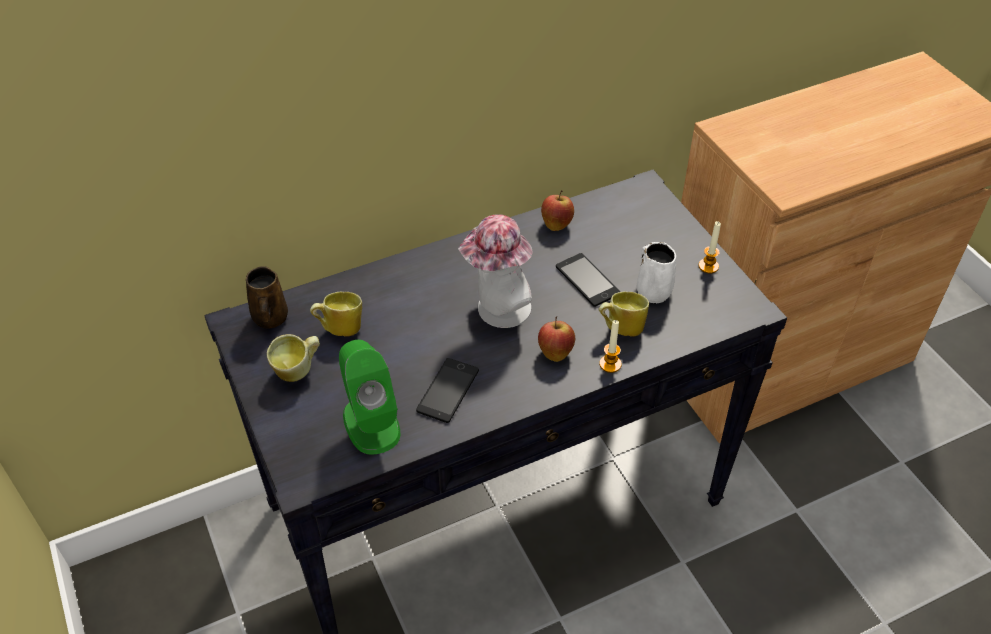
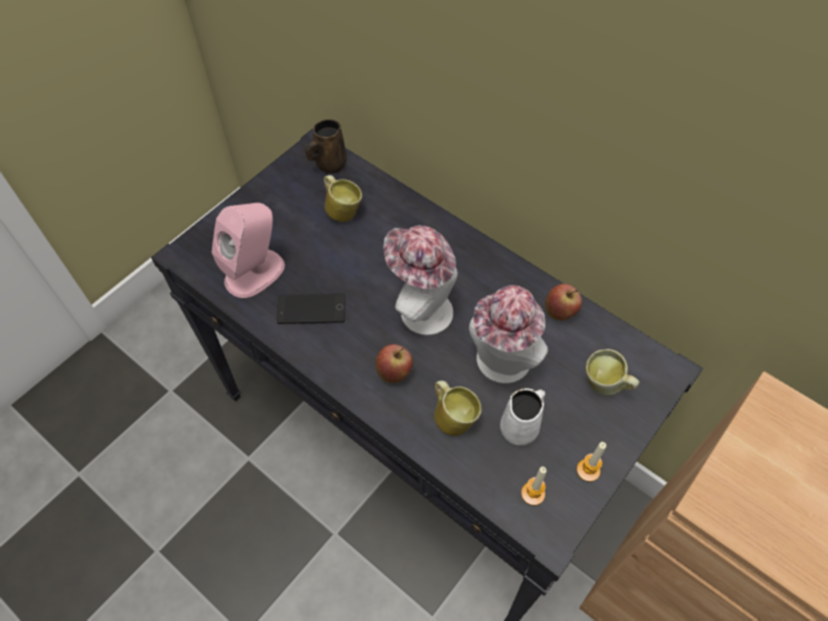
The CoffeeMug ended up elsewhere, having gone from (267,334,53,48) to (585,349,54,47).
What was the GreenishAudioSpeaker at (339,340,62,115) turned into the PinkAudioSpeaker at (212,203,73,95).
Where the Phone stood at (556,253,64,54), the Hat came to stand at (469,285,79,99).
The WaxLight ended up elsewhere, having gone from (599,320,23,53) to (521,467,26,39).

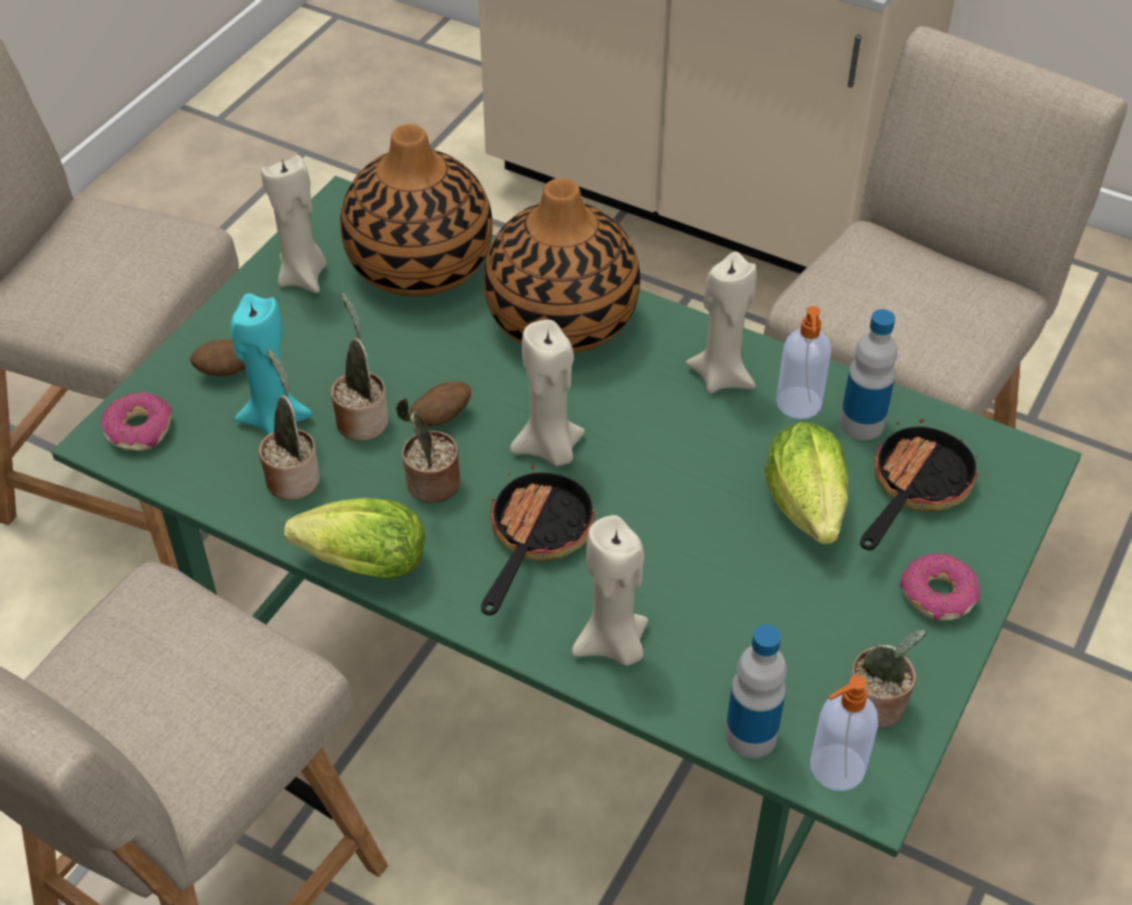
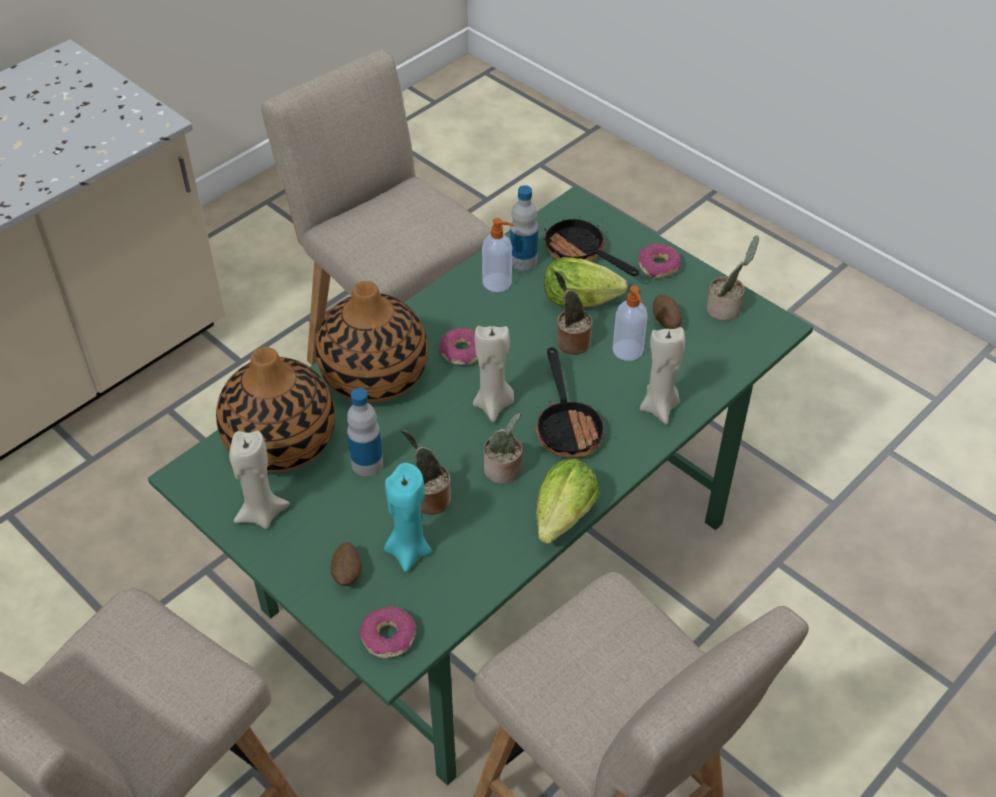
The PlantInAPot ended up elsewhere, having gone from (259,349,61,151) to (554,271,39,84).
The Spud ended up elsewhere, having gone from (410,382,61,44) to (653,295,29,34).
The FryingPan at (481,455,114,160) ended up facing another way, 135 degrees counterclockwise from before.
The second view lost the BeigeColouredWaxLight at (686,252,71,142).
The BeverageBottle ended up elsewhere, having gone from (725,624,62,134) to (347,388,36,88).
The LiquidSoapBottle ended up elsewhere, having gone from (810,675,68,116) to (613,285,35,76).
The second view gained the Donut at (439,328,39,37).

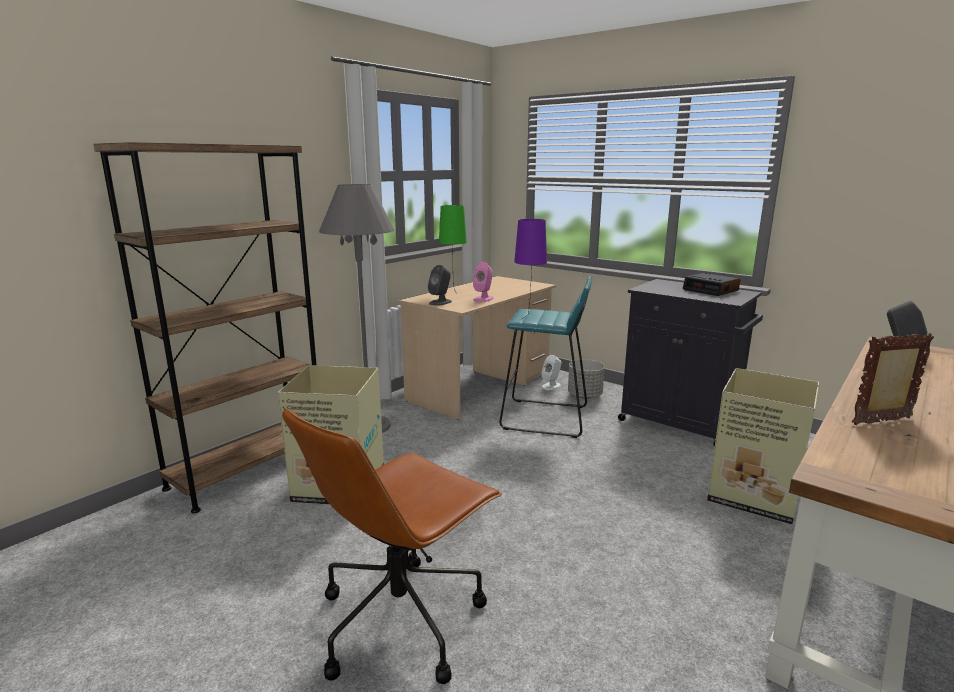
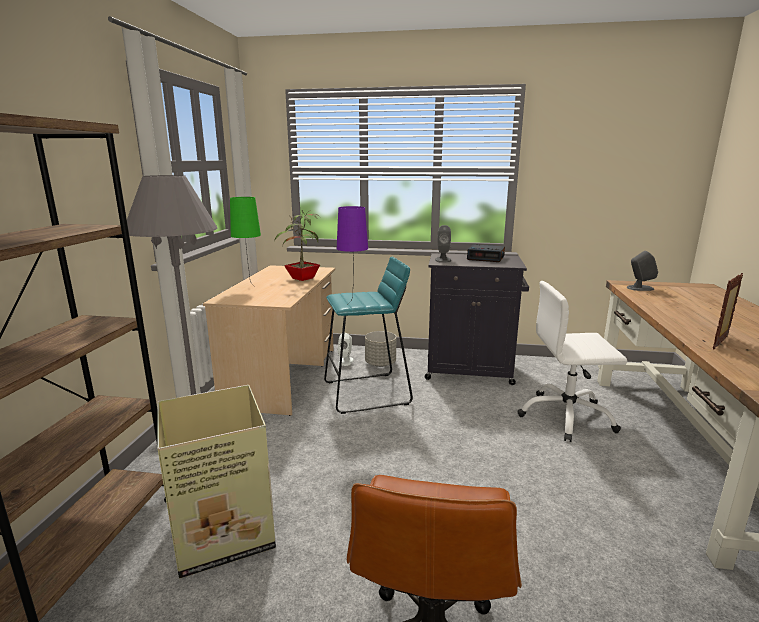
The GrayAudioSpeaker ended up elsewhere, having gone from (428,265,24,41) to (435,225,16,38).
The second view lost the PinkAudioSpeaker at (473,262,20,40).
Where the Carton stood at (707,368,112,157), the WhiteColouredOfficeChair came to stand at (517,281,110,161).
The second view gained the PlantInAPot at (274,210,46,71).

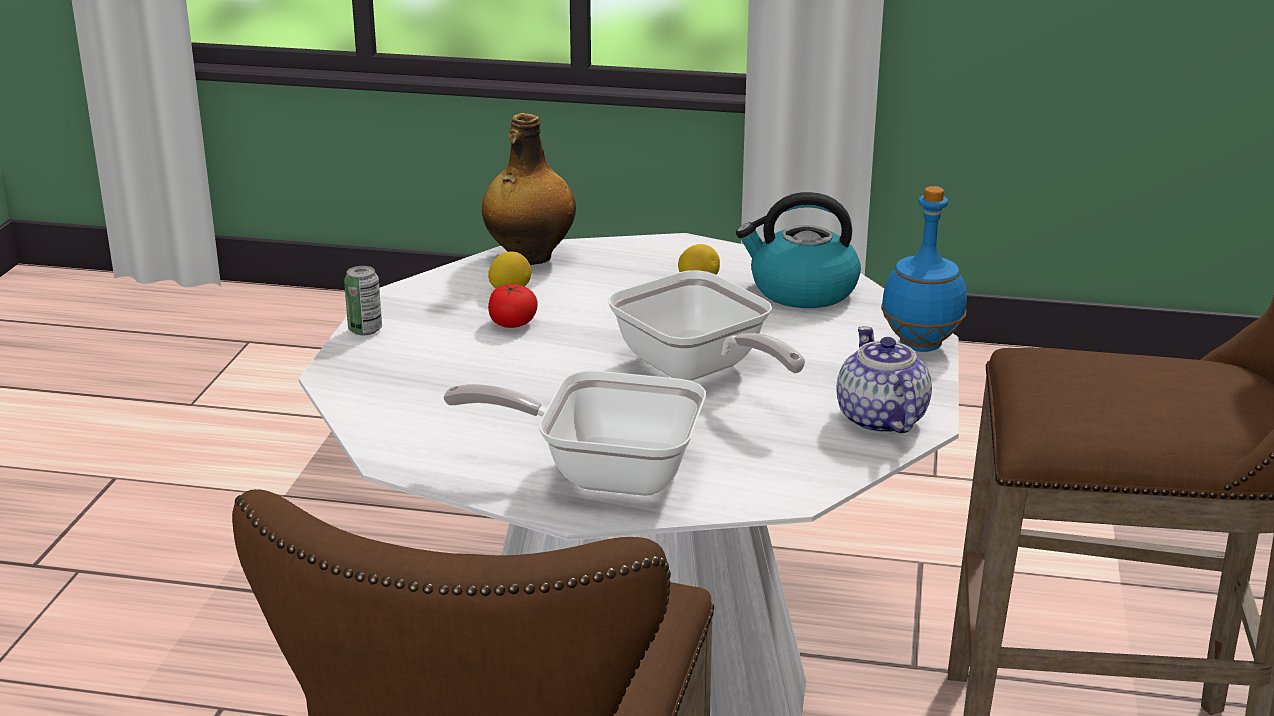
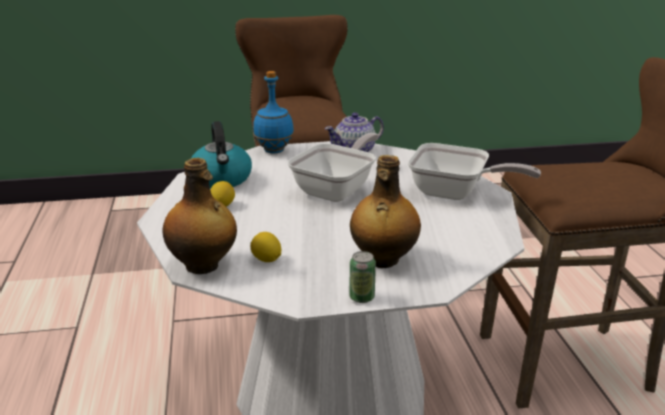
The FryingPan at (443,371,263,125) ended up facing another way, 60 degrees counterclockwise from before.
The second view lost the Tomato at (488,284,49,44).
The second view gained the BeverageBottle at (350,155,71,113).

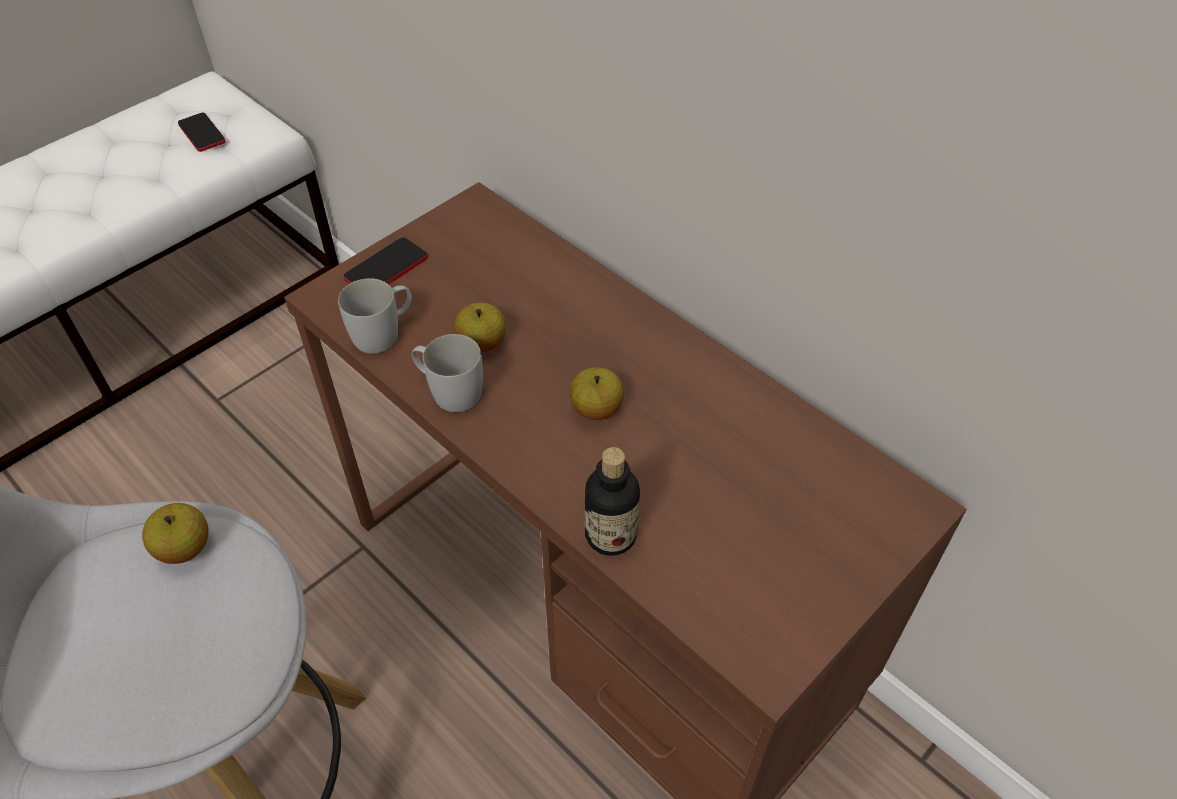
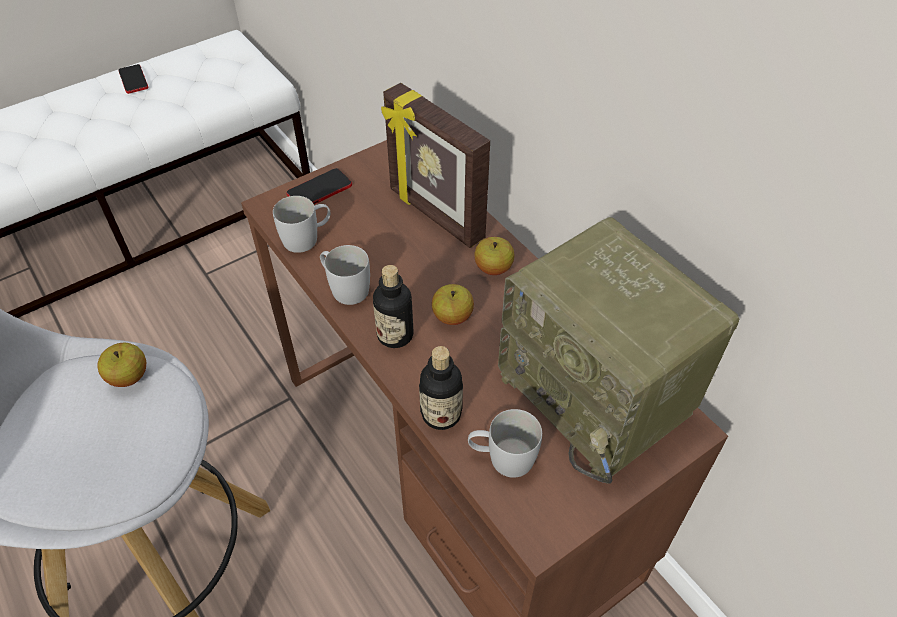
The Phone ended up elsewhere, having gone from (178,112,48,40) to (119,64,29,30).
The AppleFruit ended up elsewhere, having gone from (454,302,52,50) to (474,237,40,38).
The second view gained the BeverageBottle at (373,265,40,83).
The second view gained the StandingFrame at (381,83,109,165).
The second view gained the WhiteColouredCoffeeMug at (468,409,74,69).
The second view gained the Radio at (498,217,241,267).

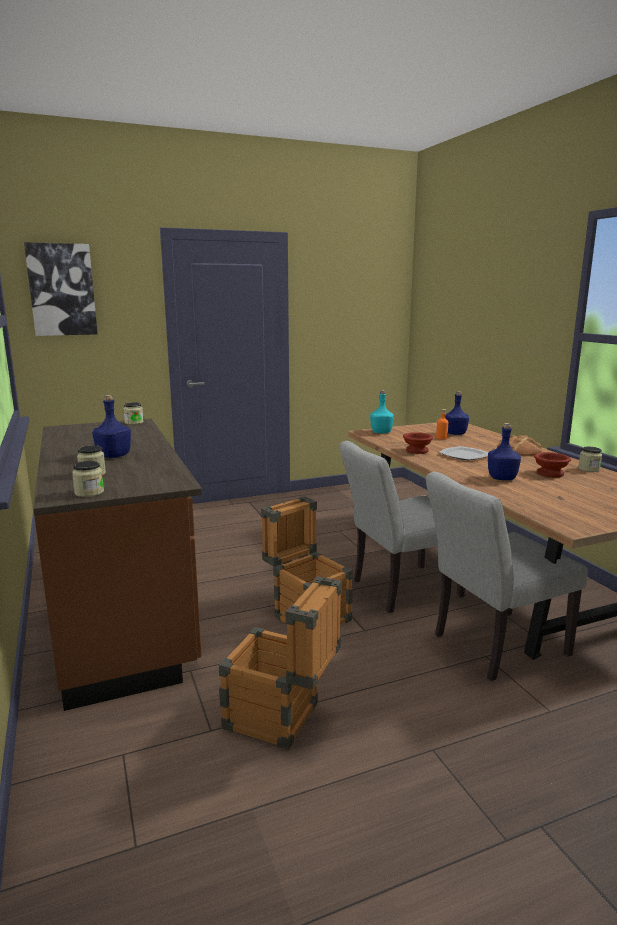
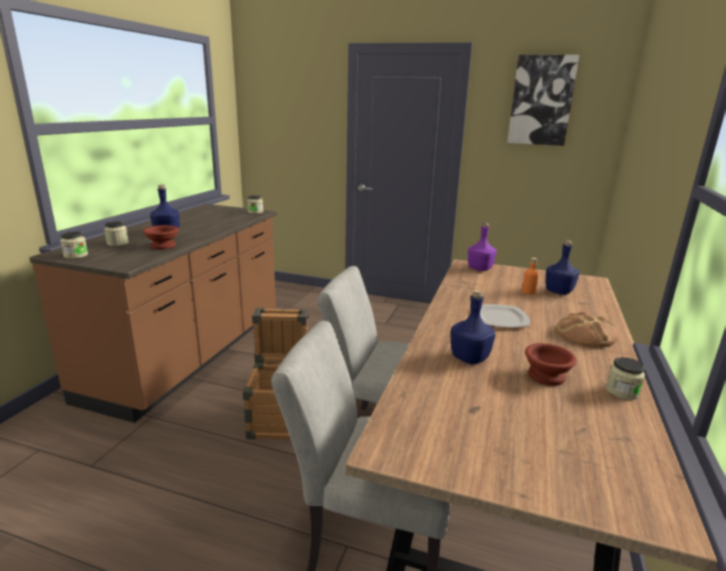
The Picture ended up elsewhere, having gone from (24,242,74,94) to (507,55,72,91).
The second view lost the ShippingCrate at (219,576,123,174).
What was the TurquoiseColouredBeverageBottle at (370,390,24,43) turned into the PurpleColouredBeverageBottle at (468,223,29,48).
The BrownDeepDish ended up elsewhere, having gone from (403,432,30,22) to (143,225,36,25).

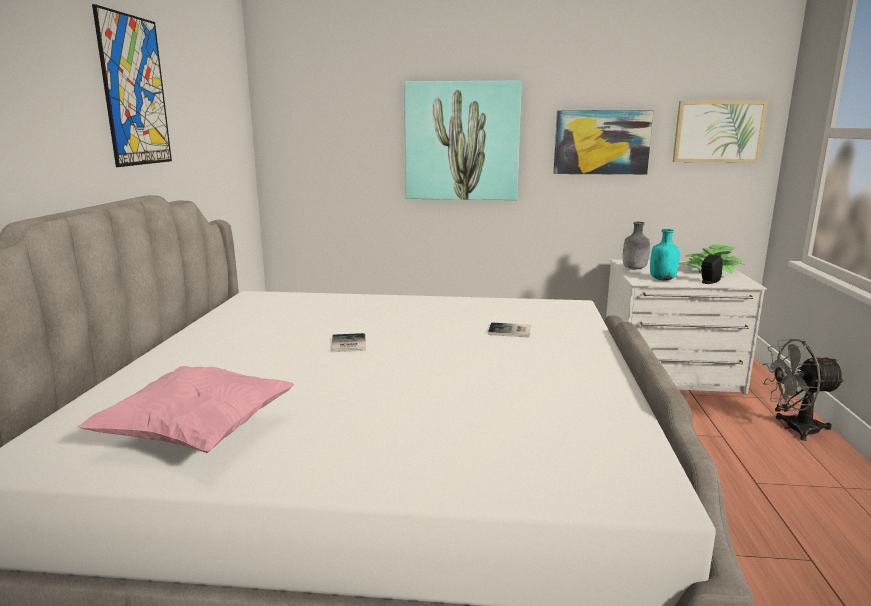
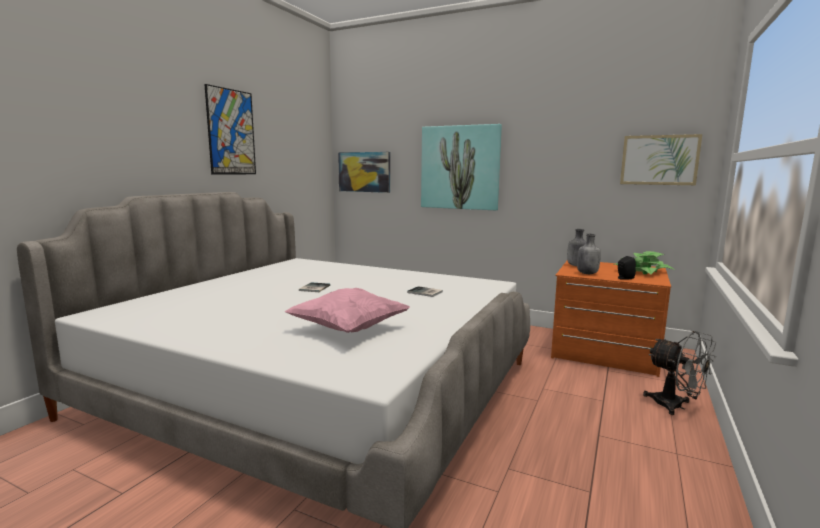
The PinkPillow ended up elsewhere, having gone from (77,366,217,87) to (284,288,126,45).
The Picture ended up elsewhere, having gone from (554,110,99,65) to (338,152,52,41).
What was the WhiteColouredDresser at (606,259,161,135) turned into the OrangeyDresser at (551,261,120,116).
What was the TurquoiseColouredBeverageBottle at (650,229,30,51) turned into the GrayBeverageBottle at (577,234,24,40).
The GrayElectricFan at (762,339,84,102) ended up facing another way, 150 degrees counterclockwise from before.

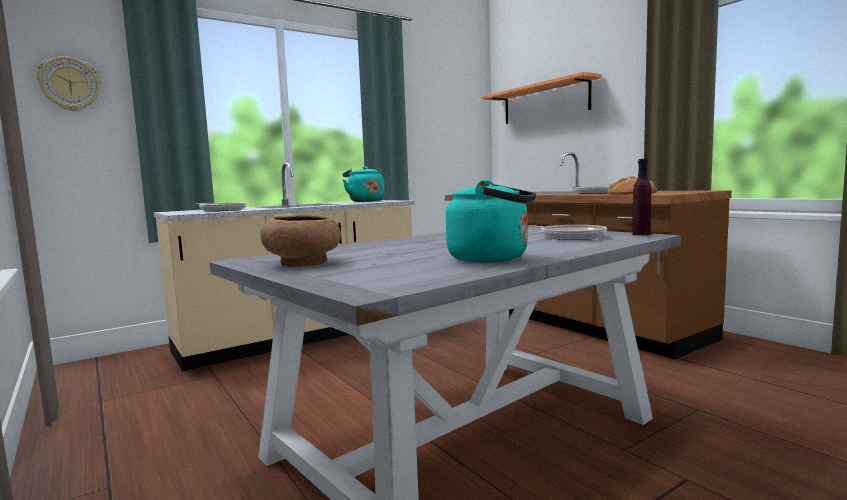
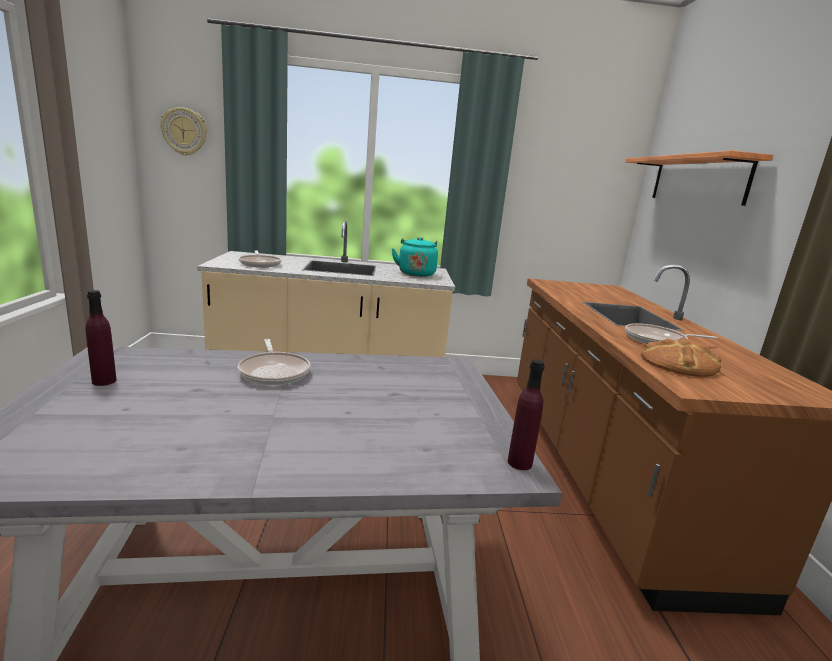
Where the BrownDeepDish stood at (261,215,80,52), the PurpleColouredBeverageBottle came to stand at (85,290,31,96).
The second view lost the TurquoiseColouredTeaKettle at (446,180,90,83).
The FryingPan ended up elsewhere, having gone from (527,225,80,15) to (238,339,73,46).

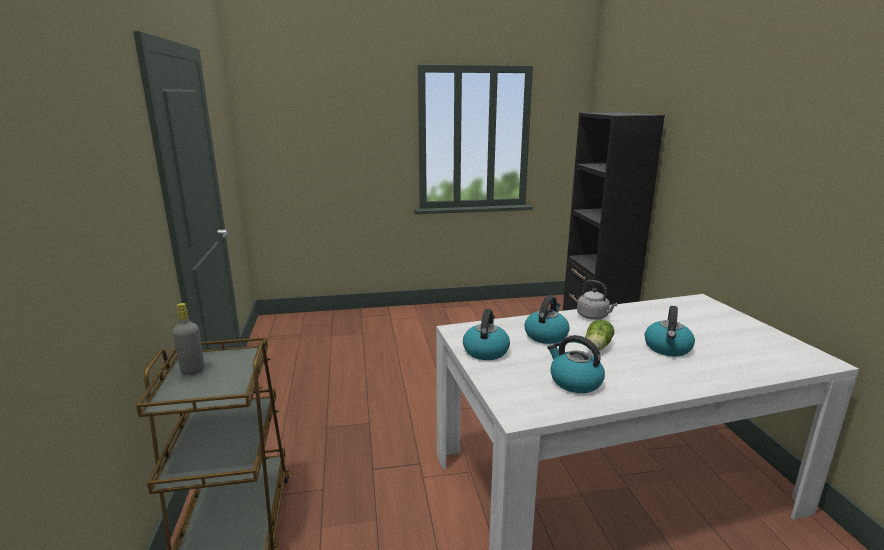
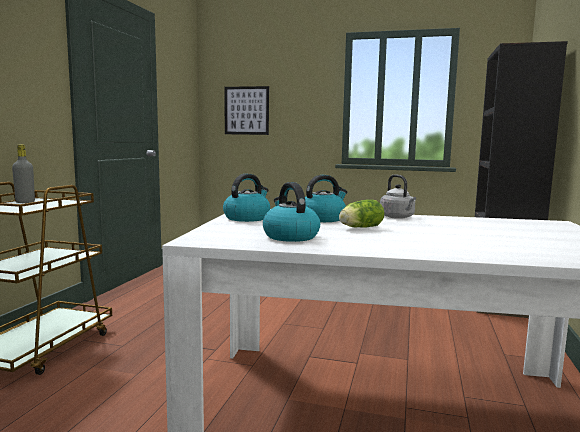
The second view lost the TeaKettle at (644,306,51,50).
The second view gained the Picture at (224,86,45,49).

